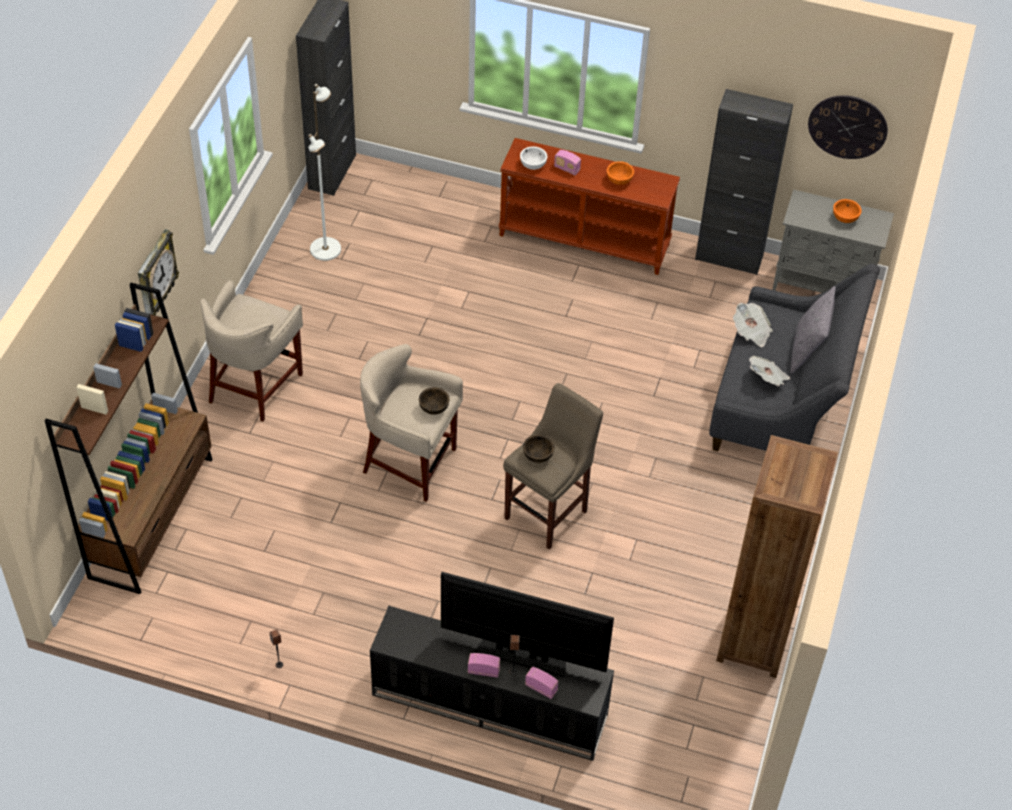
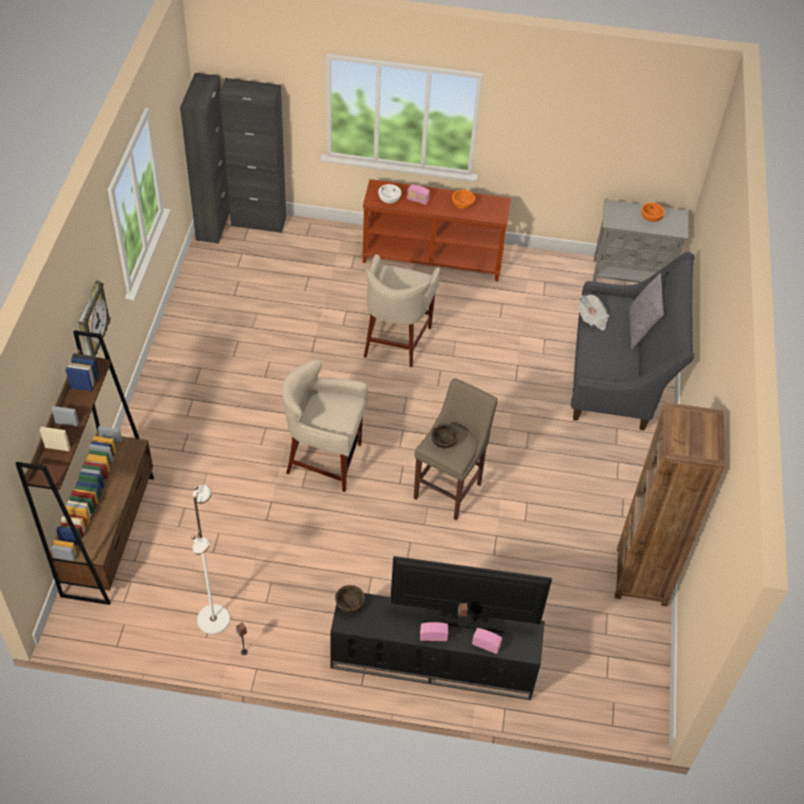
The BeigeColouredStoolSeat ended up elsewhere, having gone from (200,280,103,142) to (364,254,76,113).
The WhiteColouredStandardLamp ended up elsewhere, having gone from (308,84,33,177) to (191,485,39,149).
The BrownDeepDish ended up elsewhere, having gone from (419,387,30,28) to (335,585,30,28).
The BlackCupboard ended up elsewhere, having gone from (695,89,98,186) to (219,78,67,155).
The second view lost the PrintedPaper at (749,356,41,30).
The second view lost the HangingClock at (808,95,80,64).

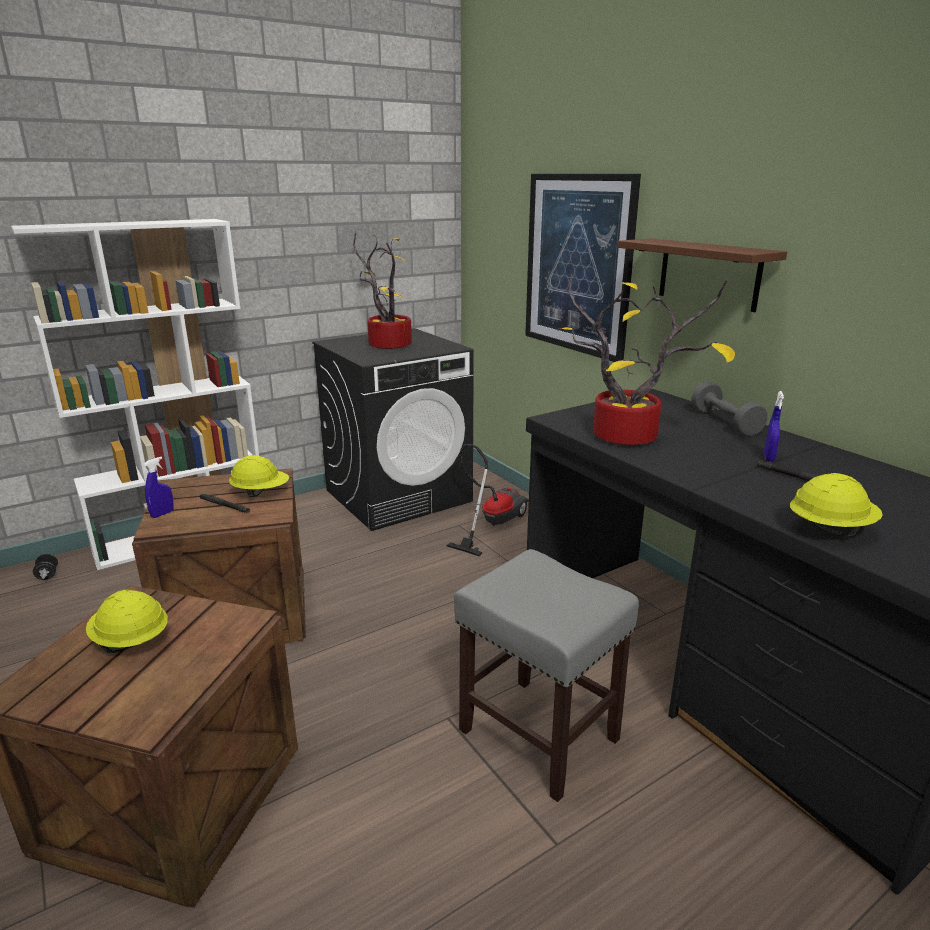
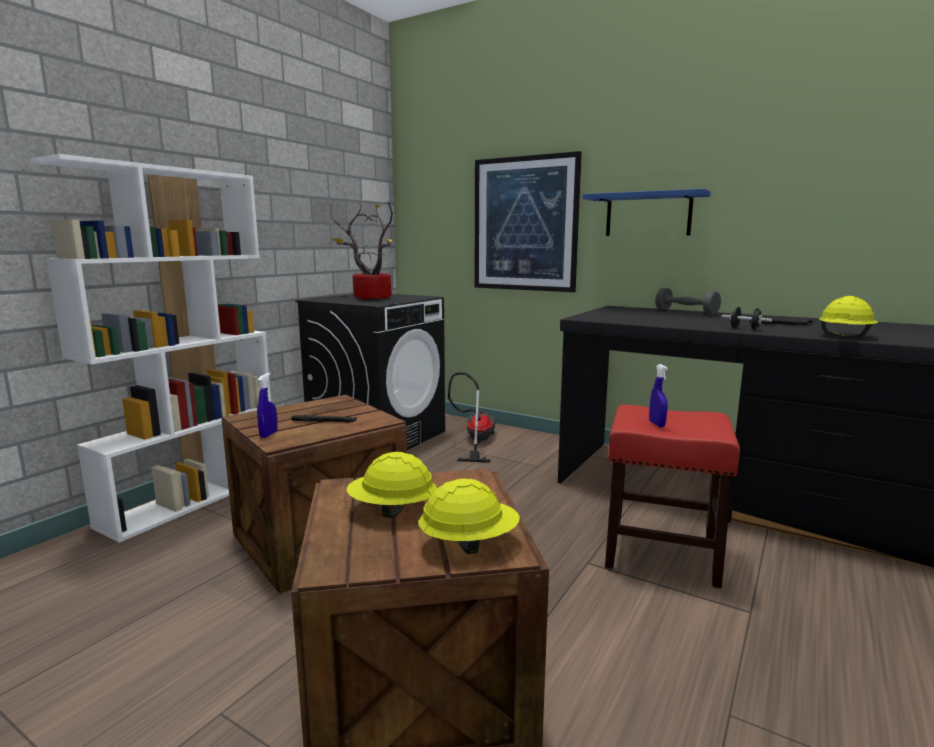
The BlackHandWeight ended up elsewhere, having gone from (33,554,25,26) to (721,307,51,23).
The YellowColouredHardHat ended up elsewhere, having gone from (229,455,60,42) to (418,479,102,75).
What was the GrayStoolSeat at (454,549,185,253) turned into the RedStoolSeat at (605,405,135,183).
The second view lost the PlantInAPot at (557,274,178,171).
What was the BrownWallShelf at (618,238,169,74) turned into the BlueColouredWallShelf at (583,189,128,47).
The BlueColouredSprayBottle ended up elsewhere, having gone from (764,391,20,71) to (649,364,19,63).

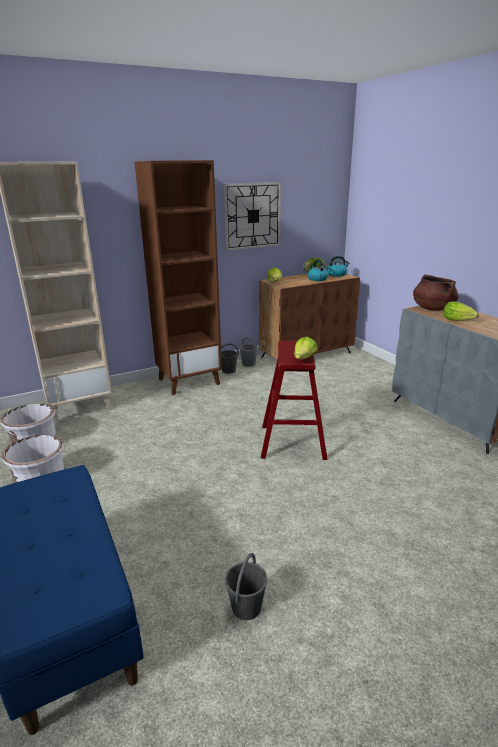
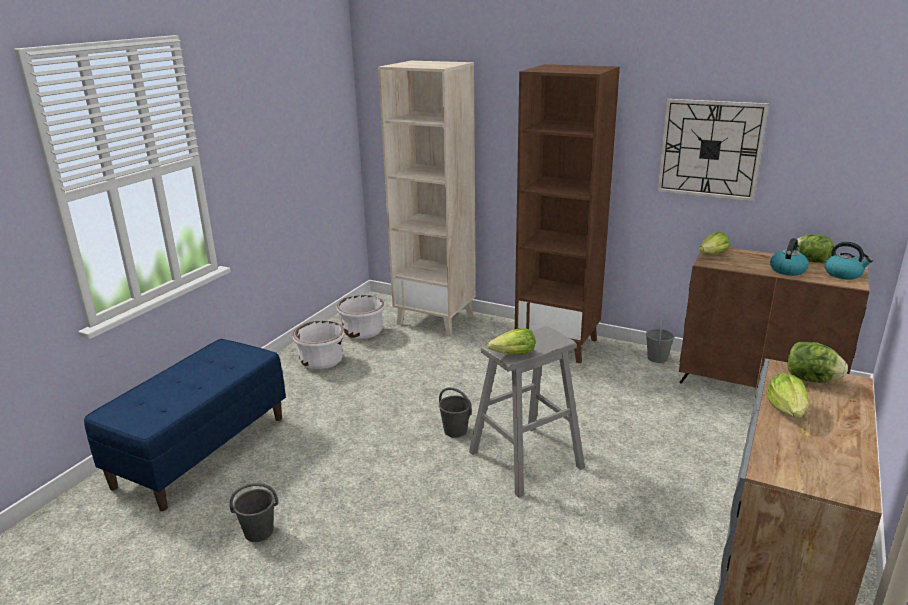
The GrayBucket ended up elsewhere, having gone from (221,343,18,31) to (439,387,33,51).
What was the RedStoolSeat at (261,341,67,119) turned into the GrayStoolSeat at (469,326,116,172).
Where the BrownCookingPot stood at (413,274,45,37), the LettuceHead came to stand at (787,342,61,41).

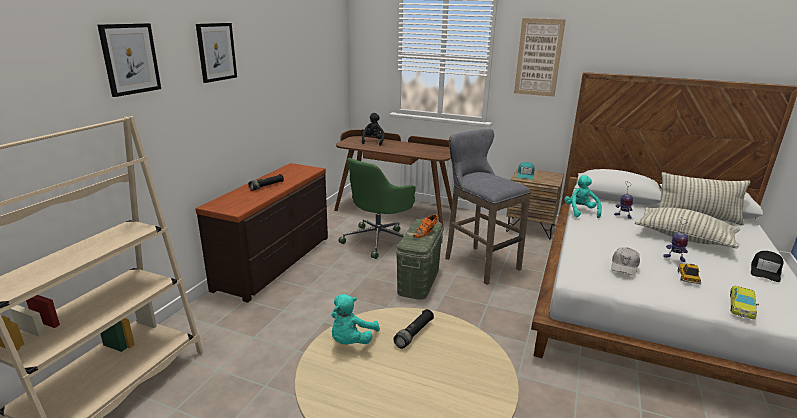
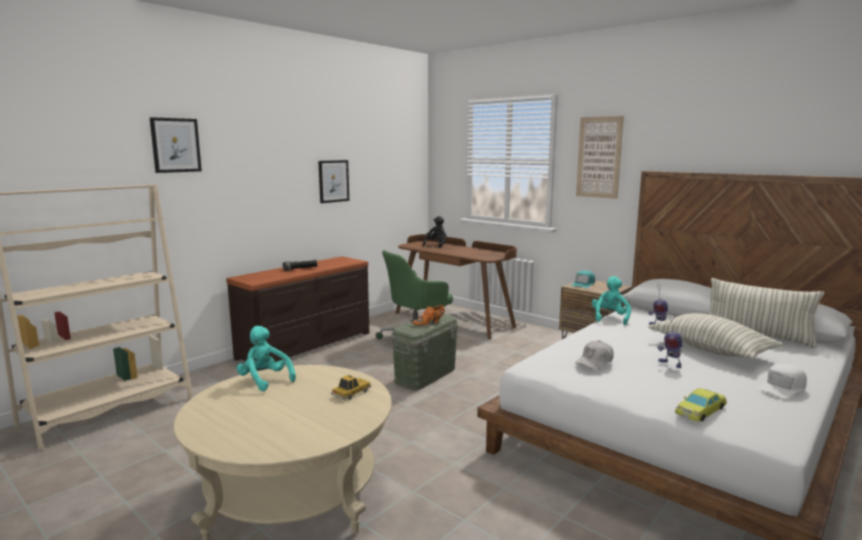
The Picture ended up elsewhere, having gone from (196,23,41,60) to (318,160,31,43).
The TurquoiseColouredCuddlyToy at (331,294,49,51) ended up facing another way, 90 degrees clockwise from before.
The second view lost the BlackHandTorch at (393,309,41,40).
The second view lost the GrayStoolSeat at (445,129,86,156).
The MiniatureCar ended up elsewhere, having gone from (678,263,24,21) to (331,375,41,25).
What was the BlackBaseballCap at (751,251,32,31) turned into the WhiteColouredBaseballCap at (756,363,51,36).

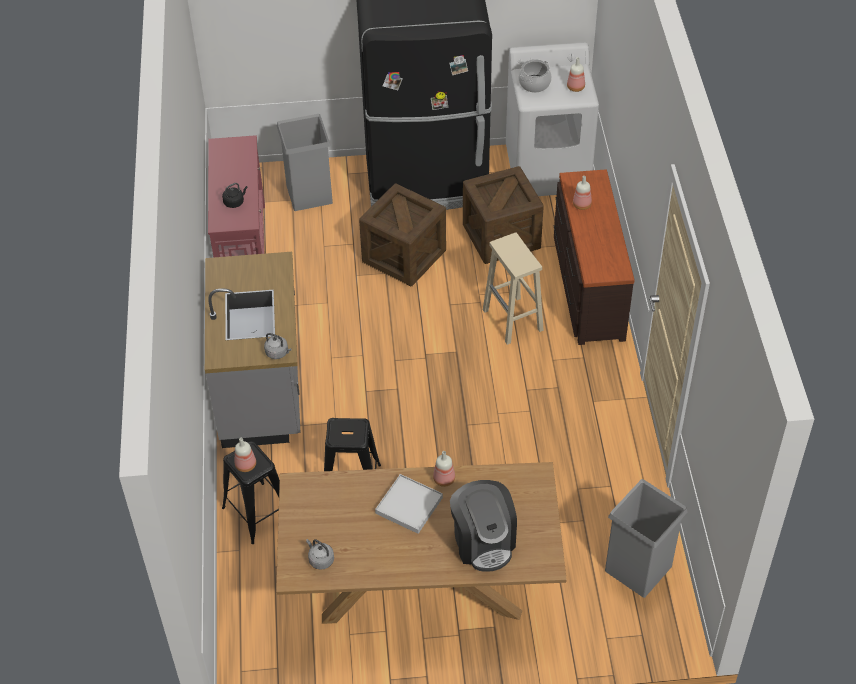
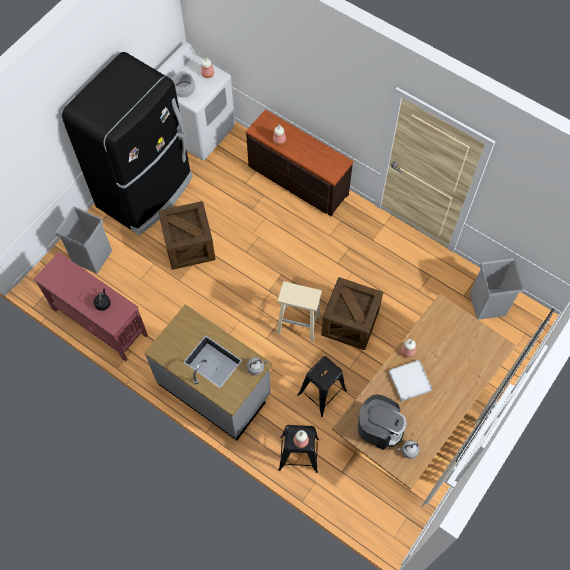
The CoffeeBrewer ended up elsewhere, having gone from (450,480,67,92) to (358,394,48,56).
The ShippingCrate ended up elsewhere, having gone from (463,166,81,98) to (321,277,62,73).
The BeigeColouredStoolSeat ended up elsewhere, having gone from (483,233,61,112) to (277,281,45,61).

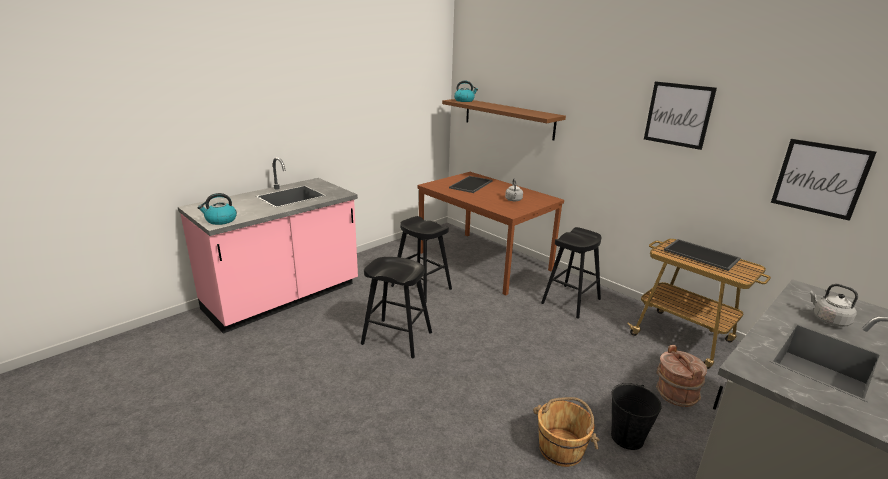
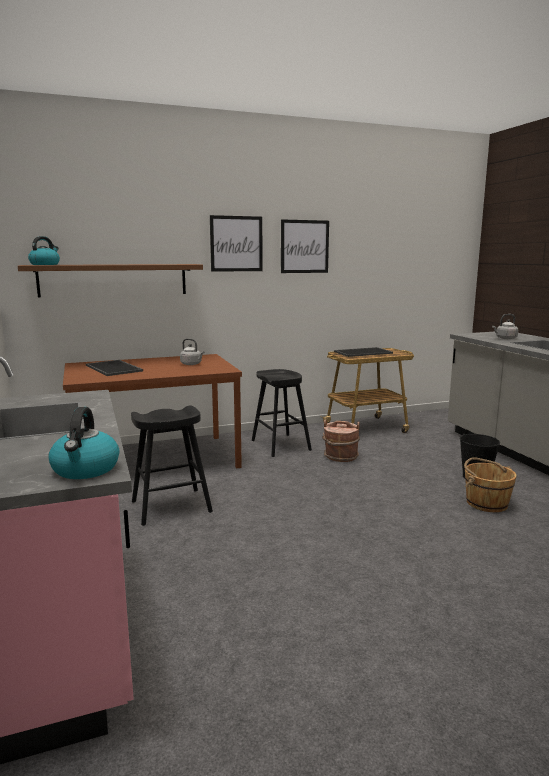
The second view lost the BlackStoolSeat at (361,257,71,101).
The BrownBucket ended up elsewhere, having gone from (656,345,51,62) to (323,419,37,43).
The Picture ended up elsewhere, having gone from (771,139,106,82) to (210,215,53,57).

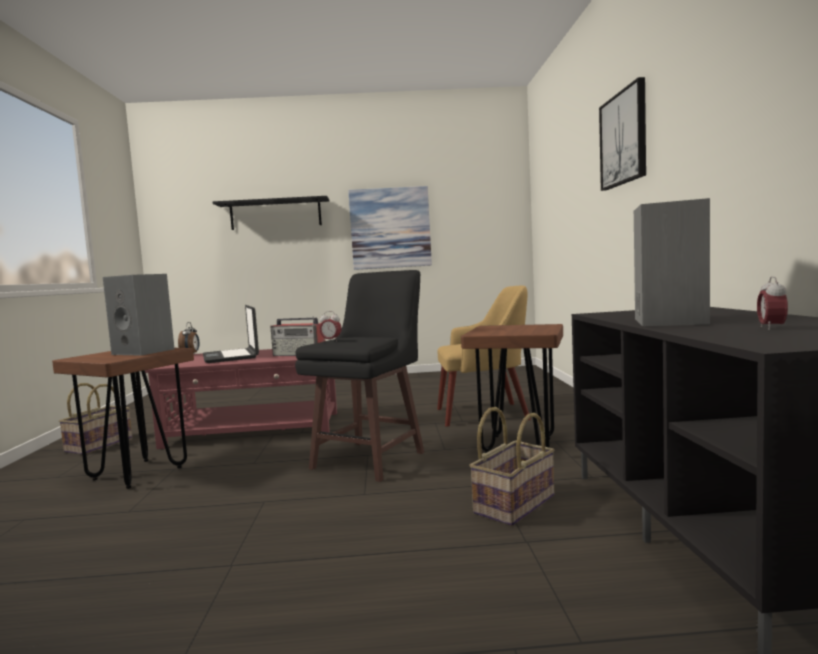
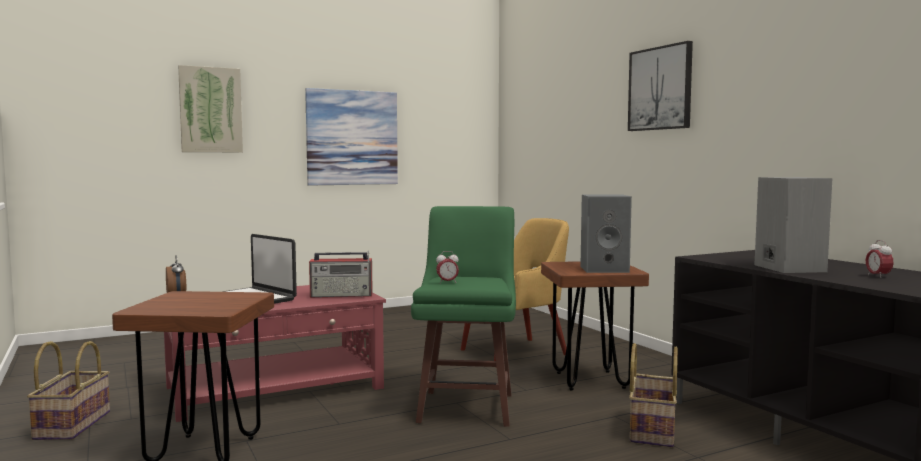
The GrayAudioSpeaker ended up elsewhere, having gone from (103,274,72,82) to (580,195,52,78).
Where the BlackWallShelf hung at (213,196,117,34), the Picture came to hang at (178,65,65,87).
What was the BlackStoolSeat at (295,270,129,212) turned into the GreenishStoolSeat at (411,206,105,221).

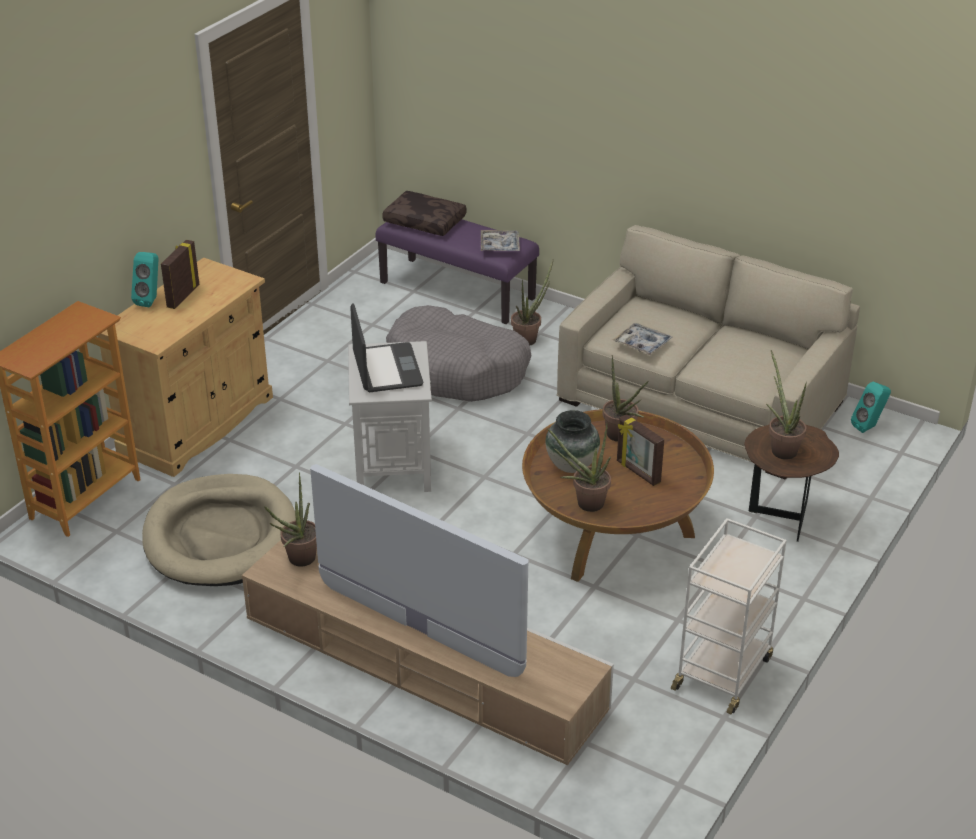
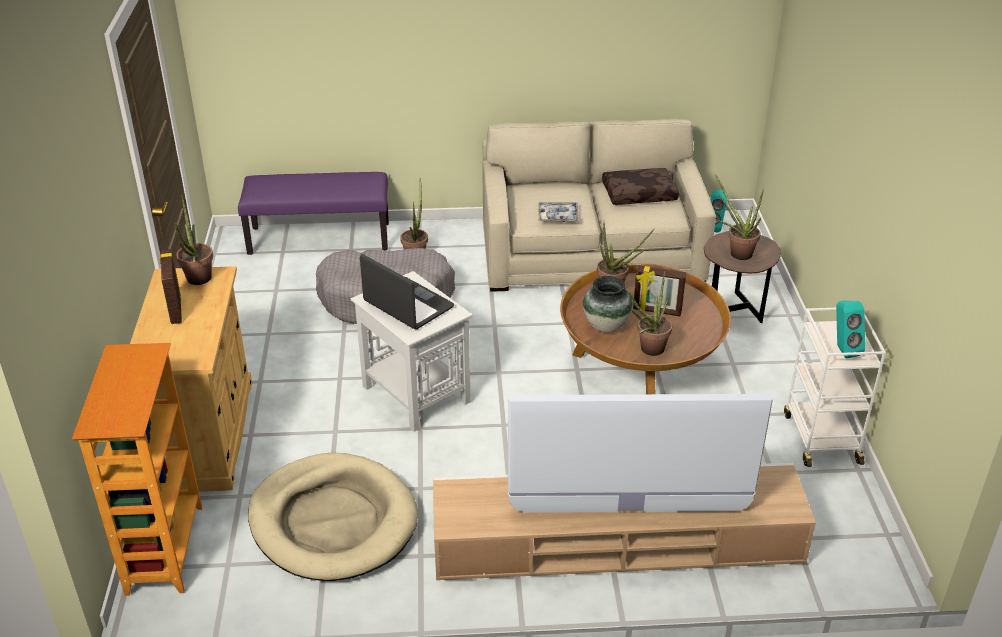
The TurquoiseColouredAudioSpeaker ended up elsewhere, having gone from (131,252,27,55) to (836,301,30,58).
The PlantInAPot ended up elsewhere, having gone from (264,472,53,95) to (176,195,37,90).
The BrownPillow ended up elsewhere, having gone from (382,191,85,45) to (602,168,77,37).
The second view lost the CarryingTray at (481,230,39,21).

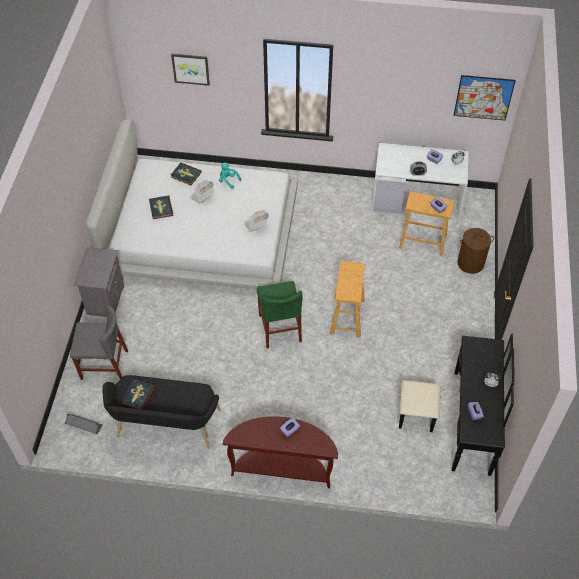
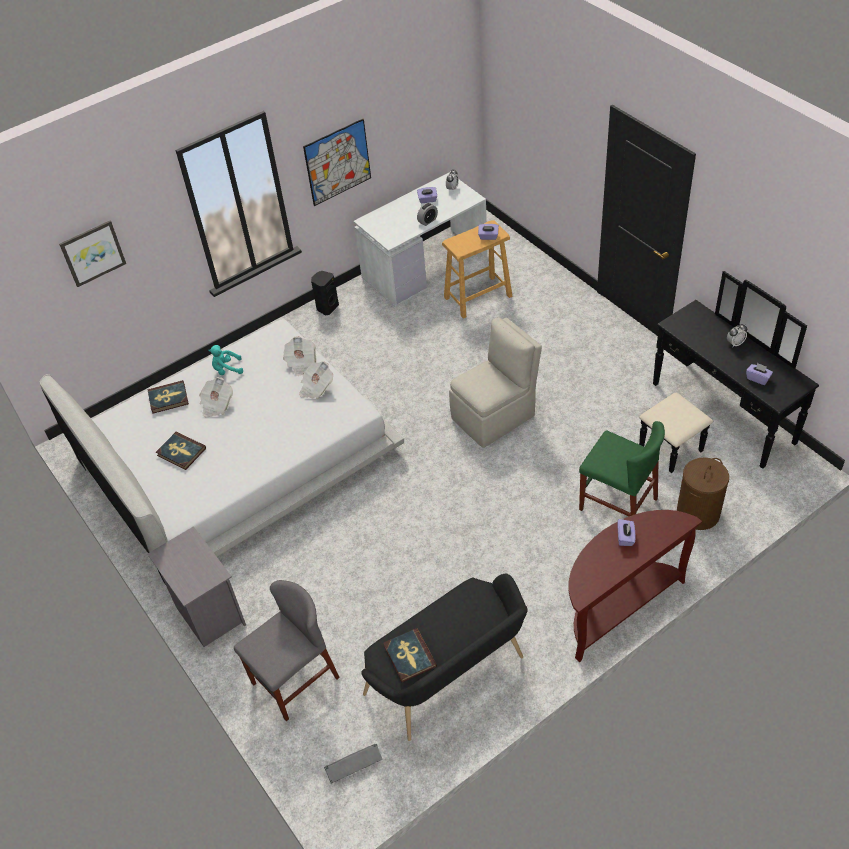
The GreenishPlainChair ended up elsewhere, having gone from (257,281,46,67) to (579,421,86,95).
Where the BeigeColouredStoolSeat stood at (330,261,35,77), the BeigeColouredPlainChair came to stand at (449,317,93,131).
The Picture ended up elsewhere, having gone from (454,75,62,45) to (303,119,68,87).
The BrownWashingBasket ended up elsewhere, having gone from (457,228,37,46) to (677,457,52,73).
The second view gained the PrintedPaper at (283,336,33,40).
The second view gained the BlackAudioSpeaker at (311,271,28,45).

